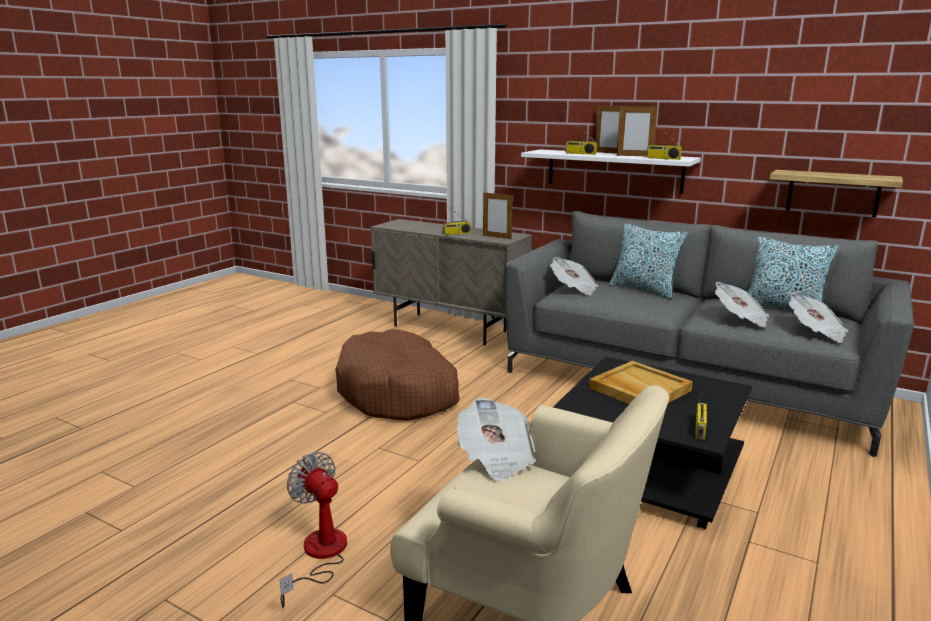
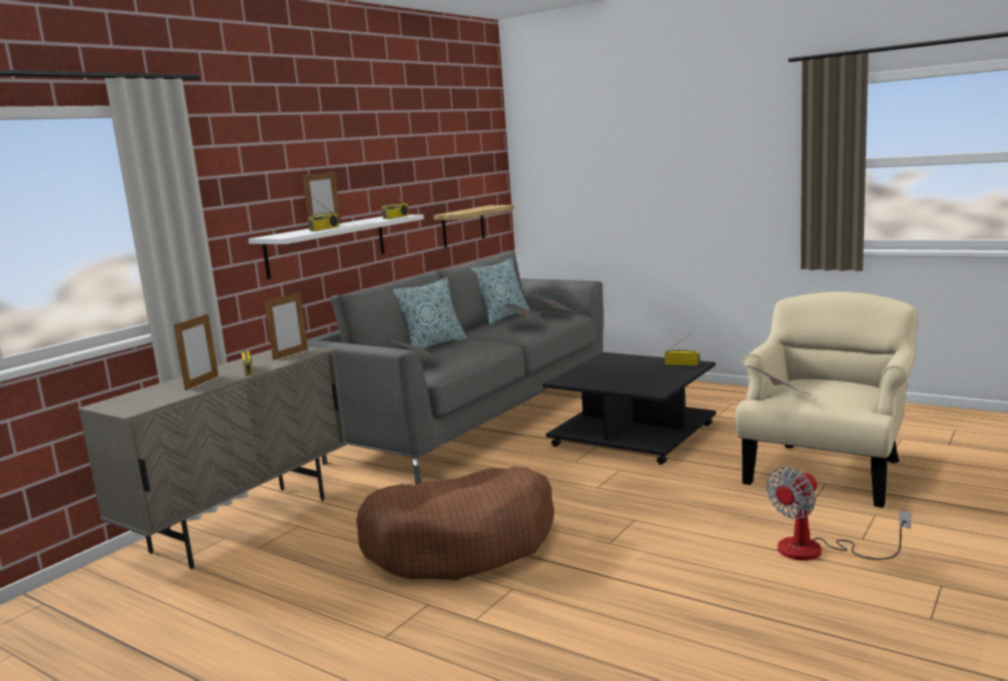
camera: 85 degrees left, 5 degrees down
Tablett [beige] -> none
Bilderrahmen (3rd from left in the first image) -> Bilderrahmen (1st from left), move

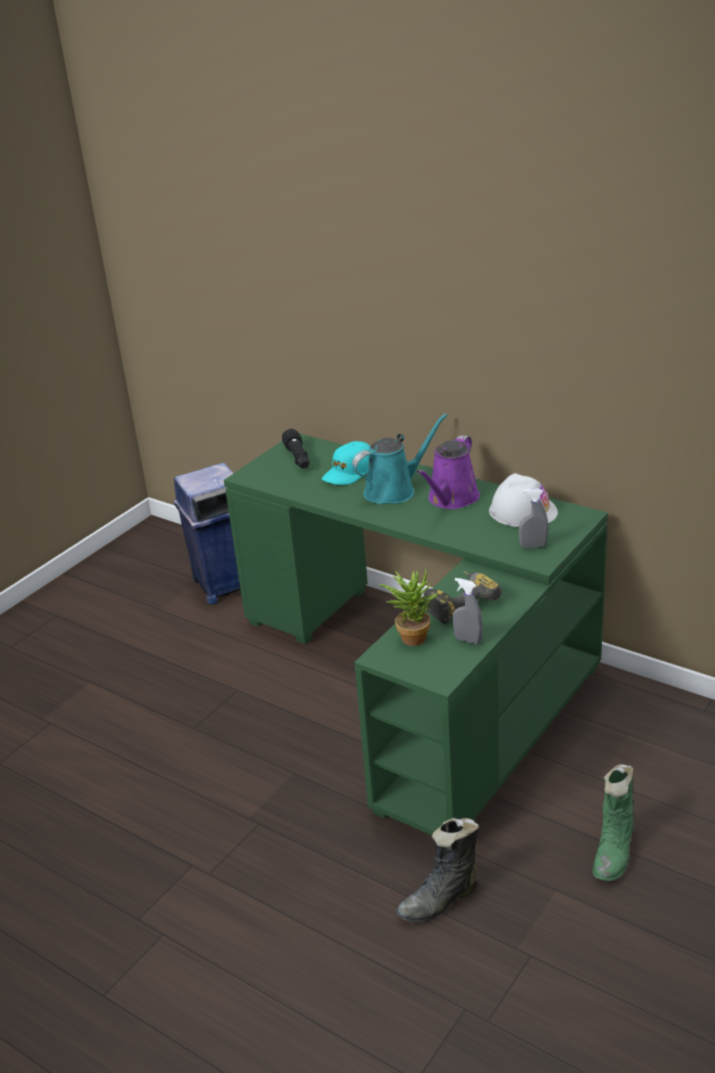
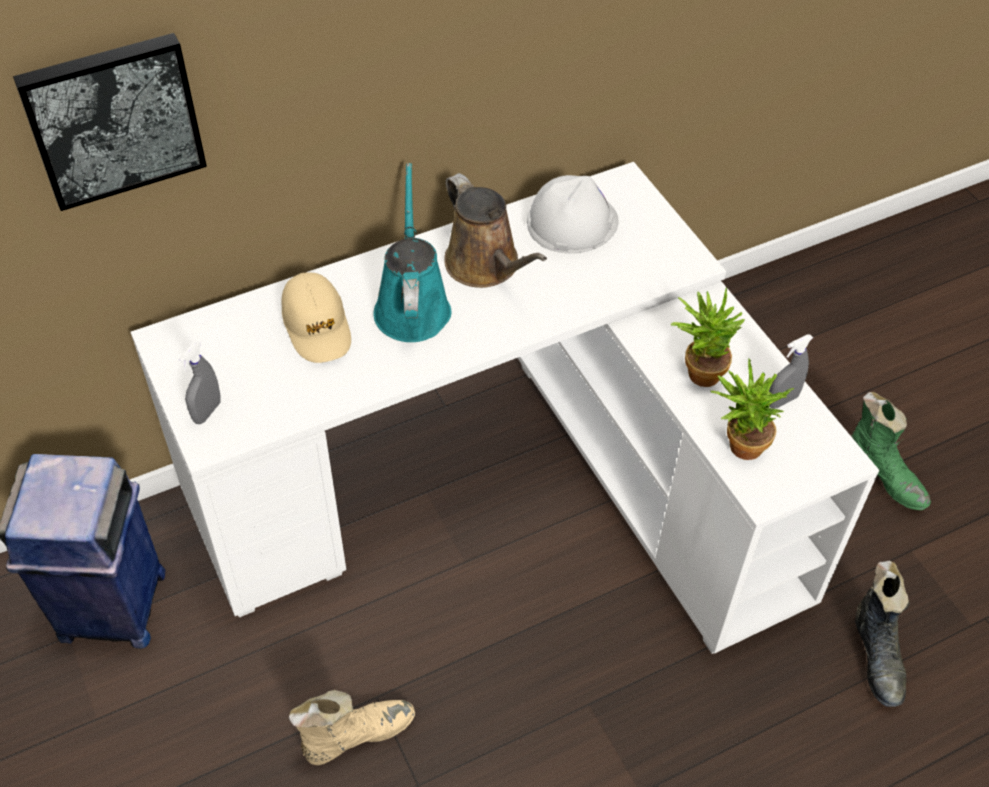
camera: 65 degrees left, 20 degrees up
Taschenlampe [schwarz] -> none
none -> Bild
none -> Stiefel [beige]
Sprühflasche [grau] (2nd from left in the first image) -> Sprühflasche [grau] (1st from left), move
Bohrmaschine -> Topfpflanze (1st from left)
Schreibtisch [grün] -> Schreibtisch [weiß]
Kappe [türkis] -> Kappe [beige]
Gießkanne [lila] -> Gießkanne [braun]

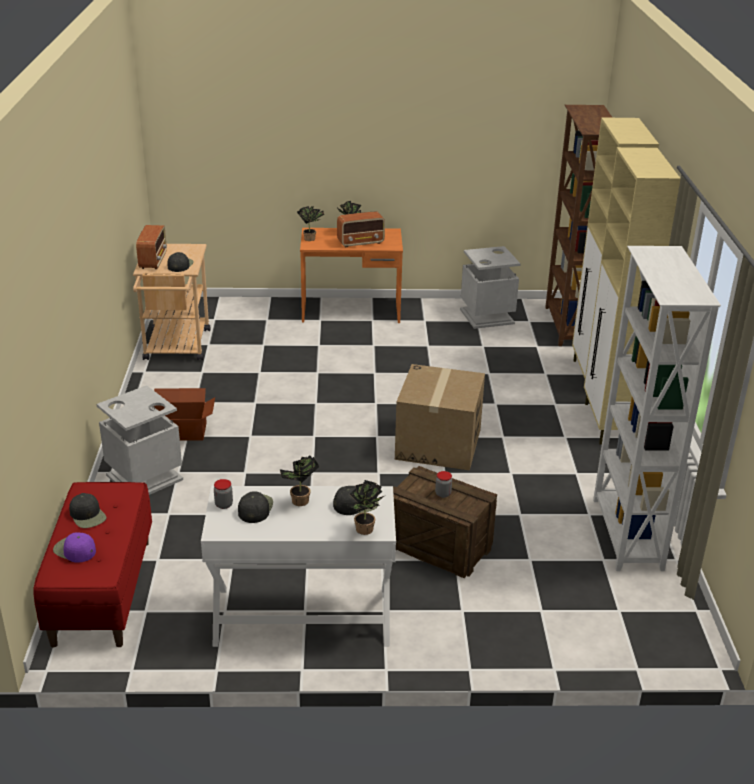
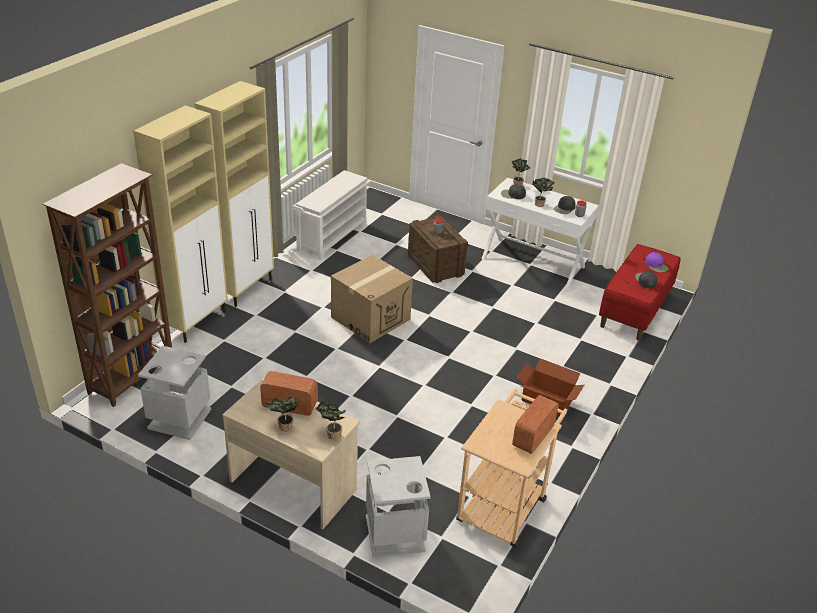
camera: 150 degrees left, 5 degrees up
Kappe [schwarz] (2nd from left) -> none
Mülleimer [grau] (1st from left in the first image) -> Mülleimer [grau] (2nd from left), move
Bücherregal [weiß] -> Schuhregal [weiß]
Schreibtisch [orange] -> Schreibtisch [beige]

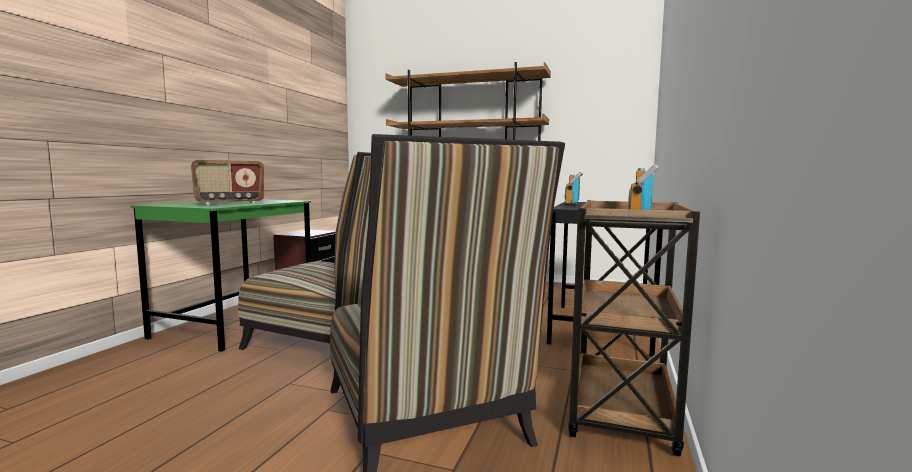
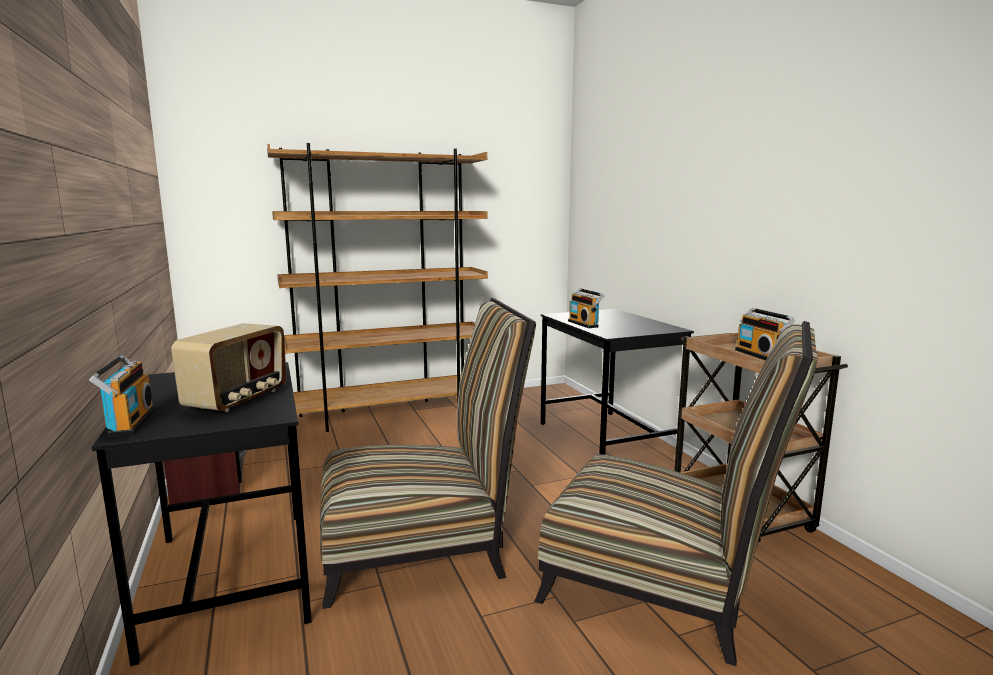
camera: 40 degrees left, 5 degrees up
none -> Radio (1st from left)
Schreibtisch [grün] -> Schreibtisch [schwarz] (1st from left)

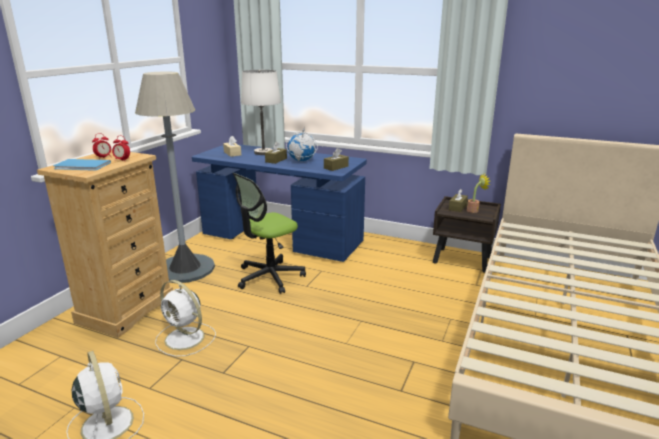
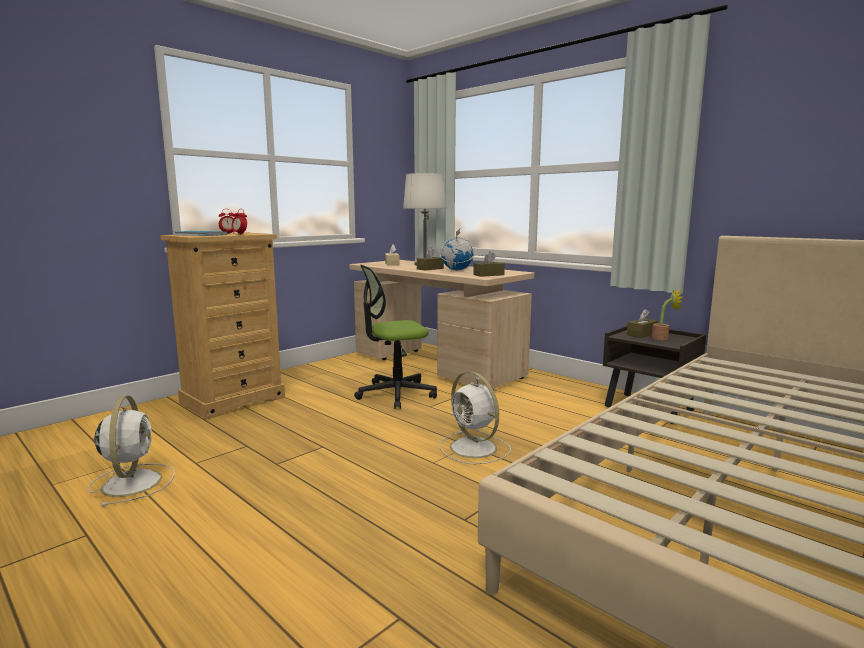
camera: 20 degrees right, 10 degrees down
Stehlampe [grau] -> none
Ventilator [weiß] (2nd from left), move
Schreibtisch [blau] -> Schreibtisch [beige]

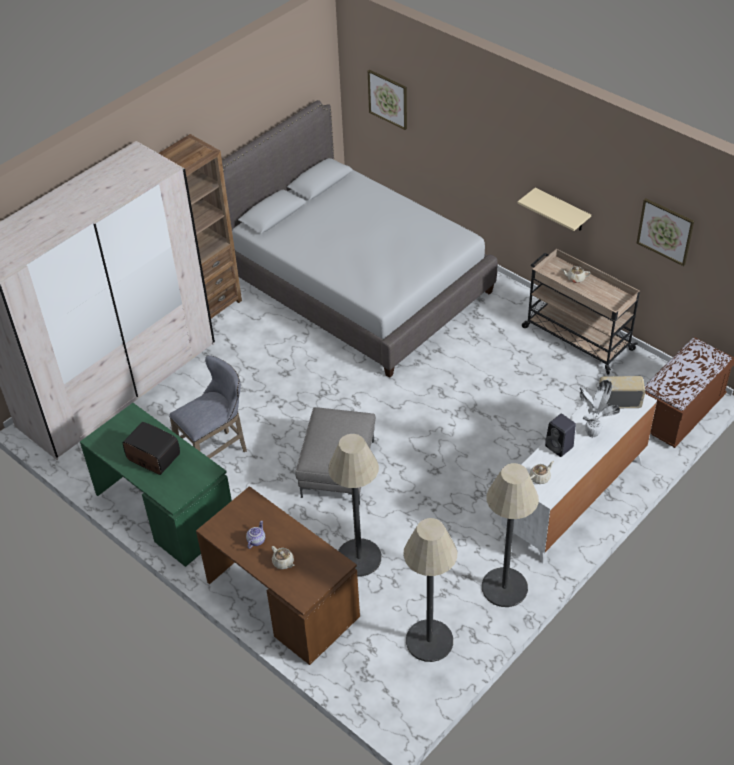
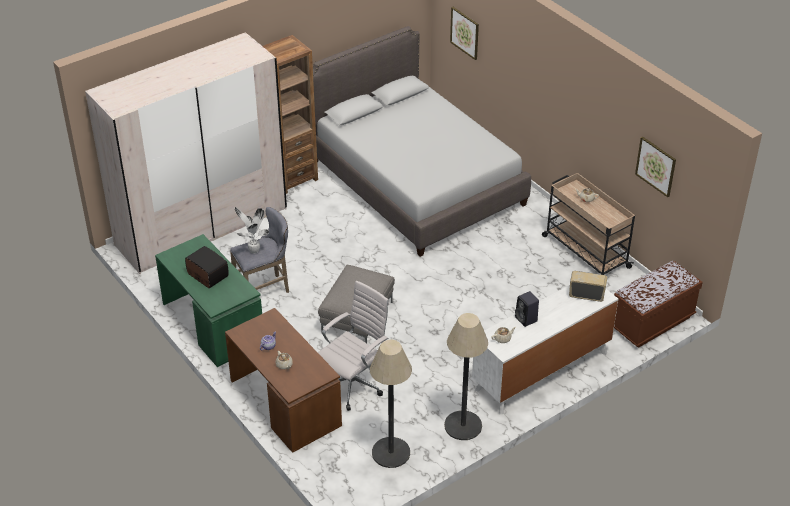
camera: 10 degrees right, 5 degrees down
Wandregal [beige] -> none
Topfpflanze, move
Stehlampe (1st from left) -> Bürostuhl [weiß]

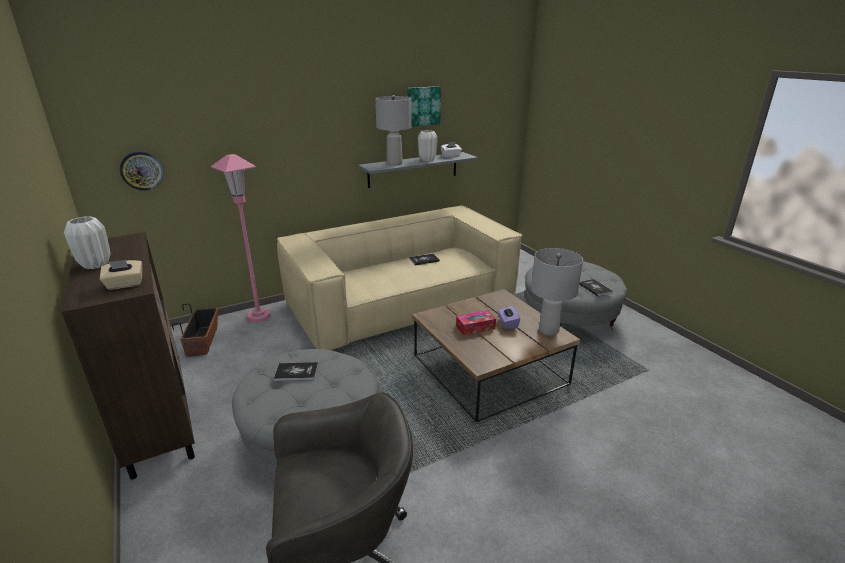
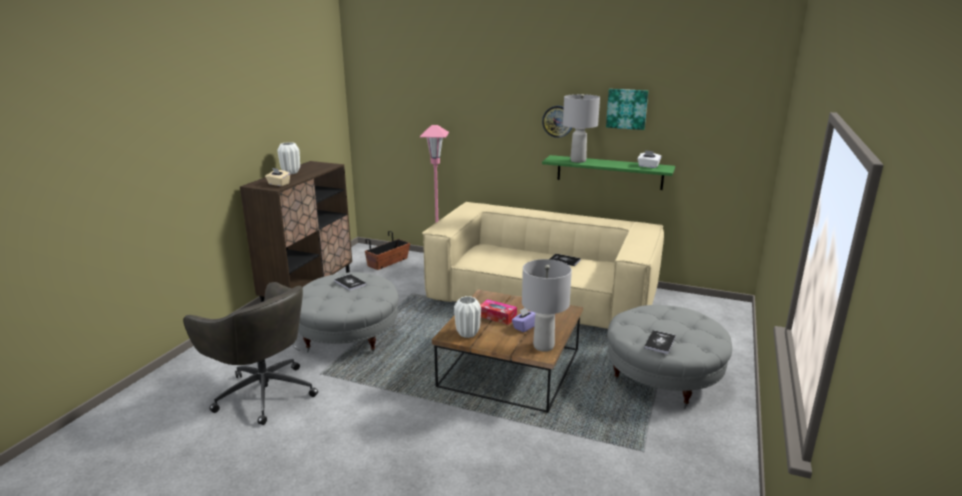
camera: 50 degrees right, 5 degrees down
Wanduhr, move
Vase [weiß] (2nd from left), move
Wandregal [grau] -> Wandregal [grün]

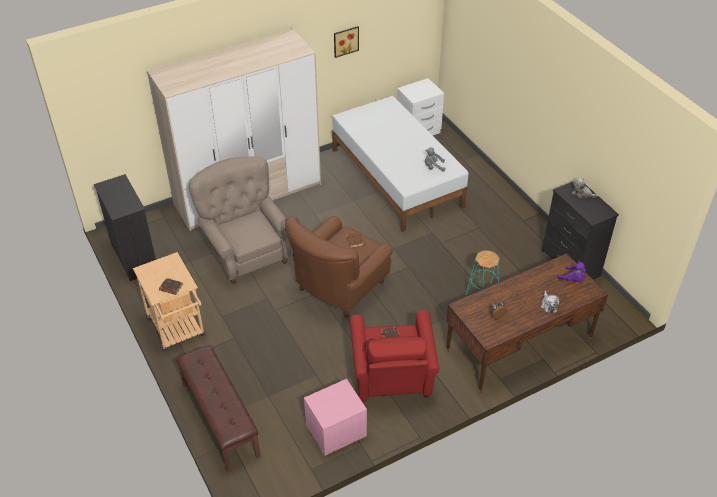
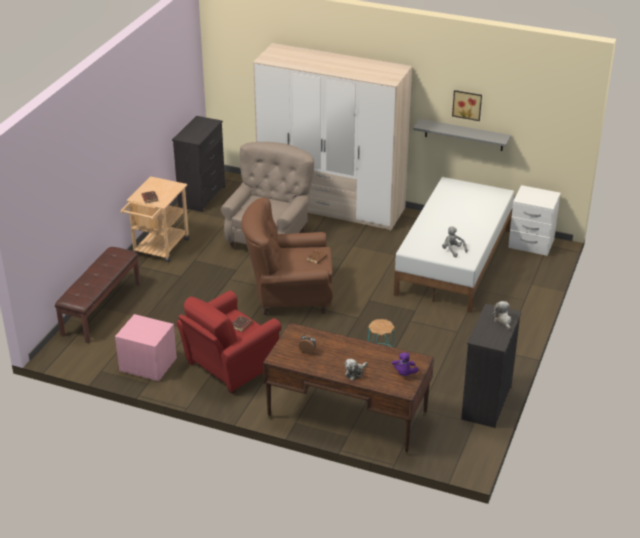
camera: 50 degrees right, 10 degrees down
none -> Wandregal [grau]

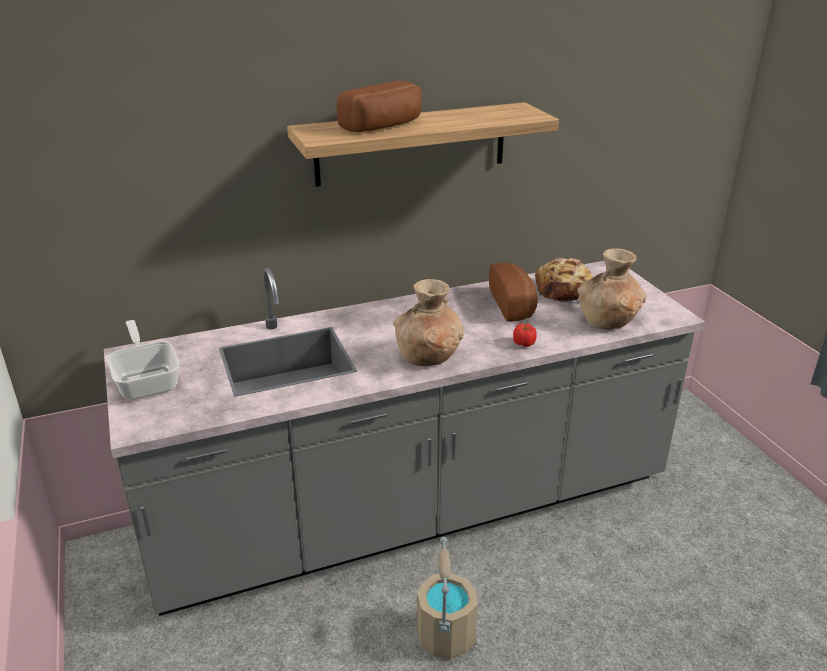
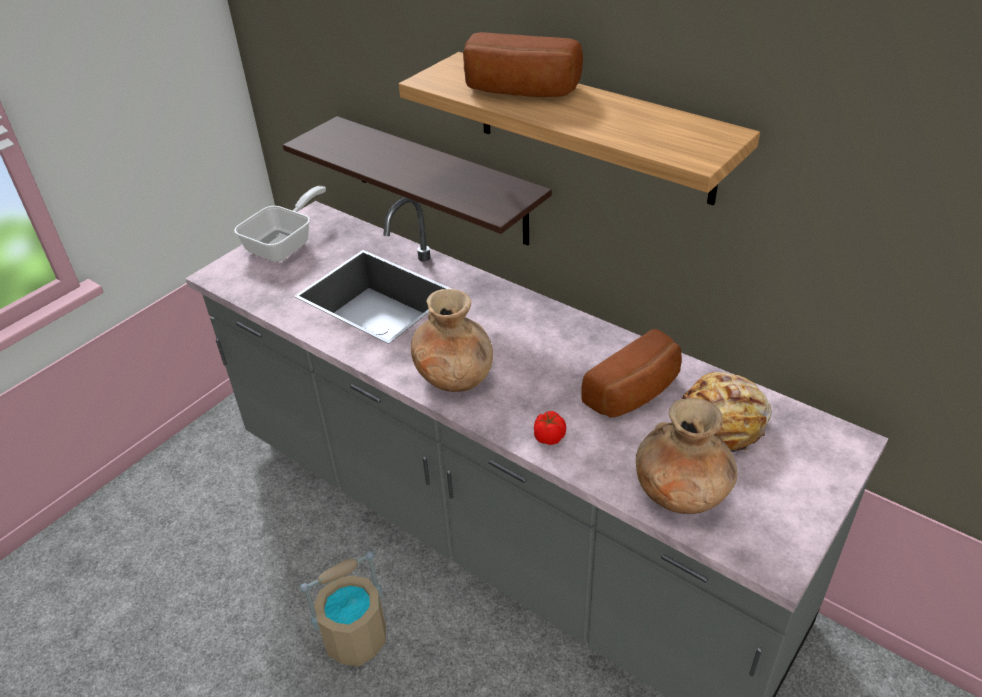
camera: 60 degrees right, 10 degrees up
none -> Wandregal (1st from left)

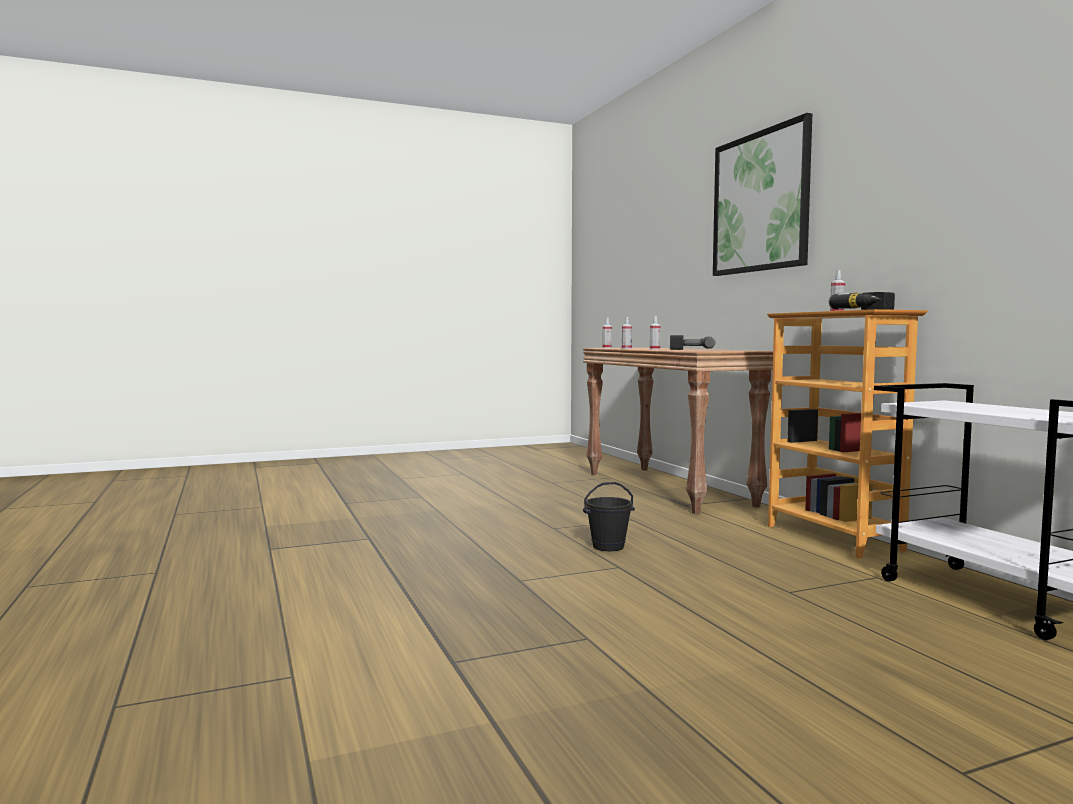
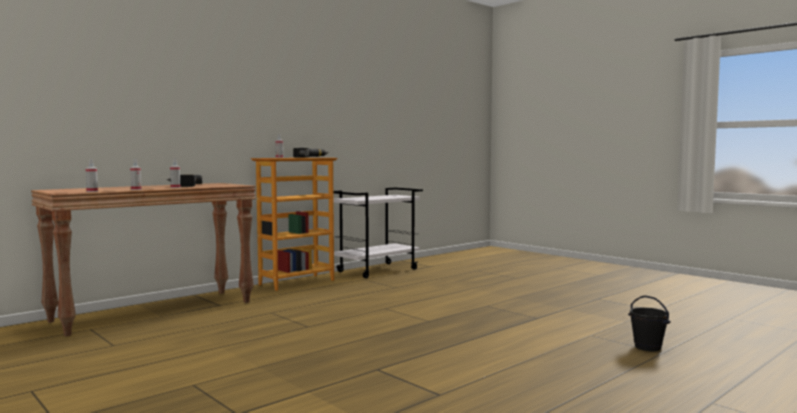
camera: 110 degrees left, 0 degrees up
Bild -> none
Eimer [schwarz], move

